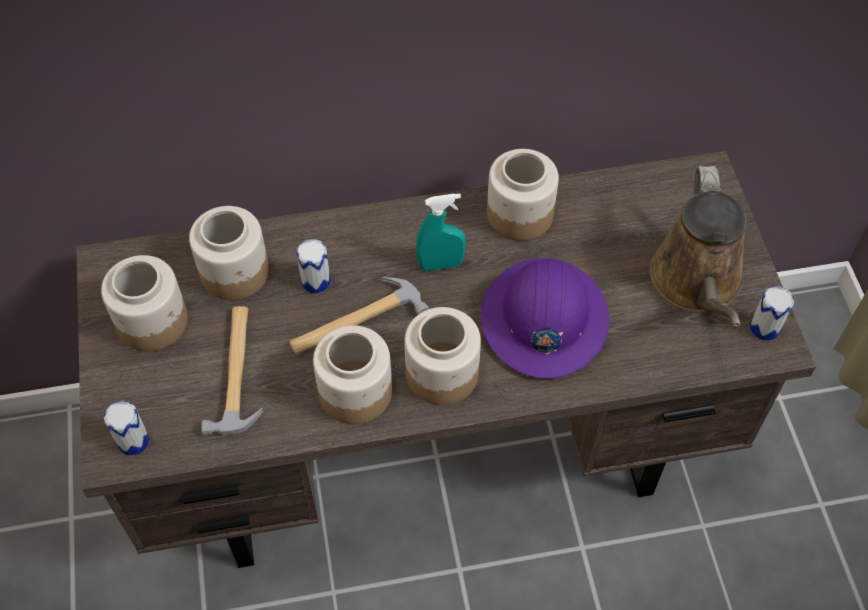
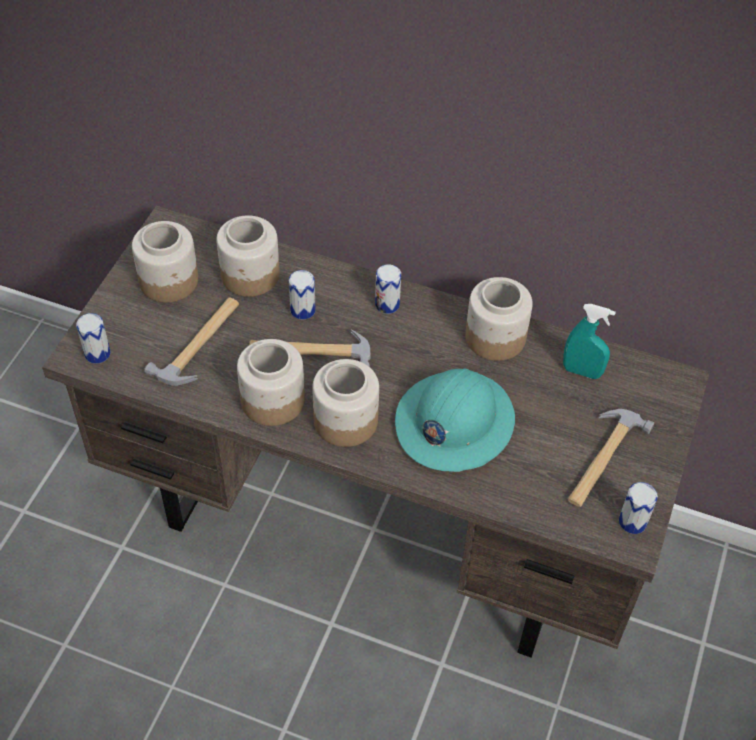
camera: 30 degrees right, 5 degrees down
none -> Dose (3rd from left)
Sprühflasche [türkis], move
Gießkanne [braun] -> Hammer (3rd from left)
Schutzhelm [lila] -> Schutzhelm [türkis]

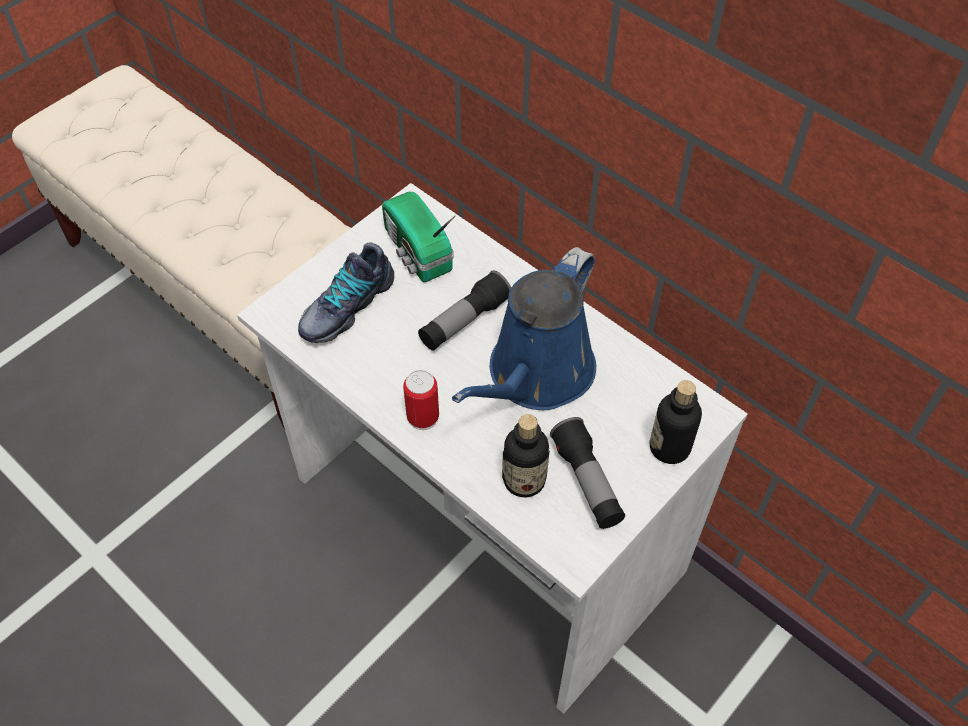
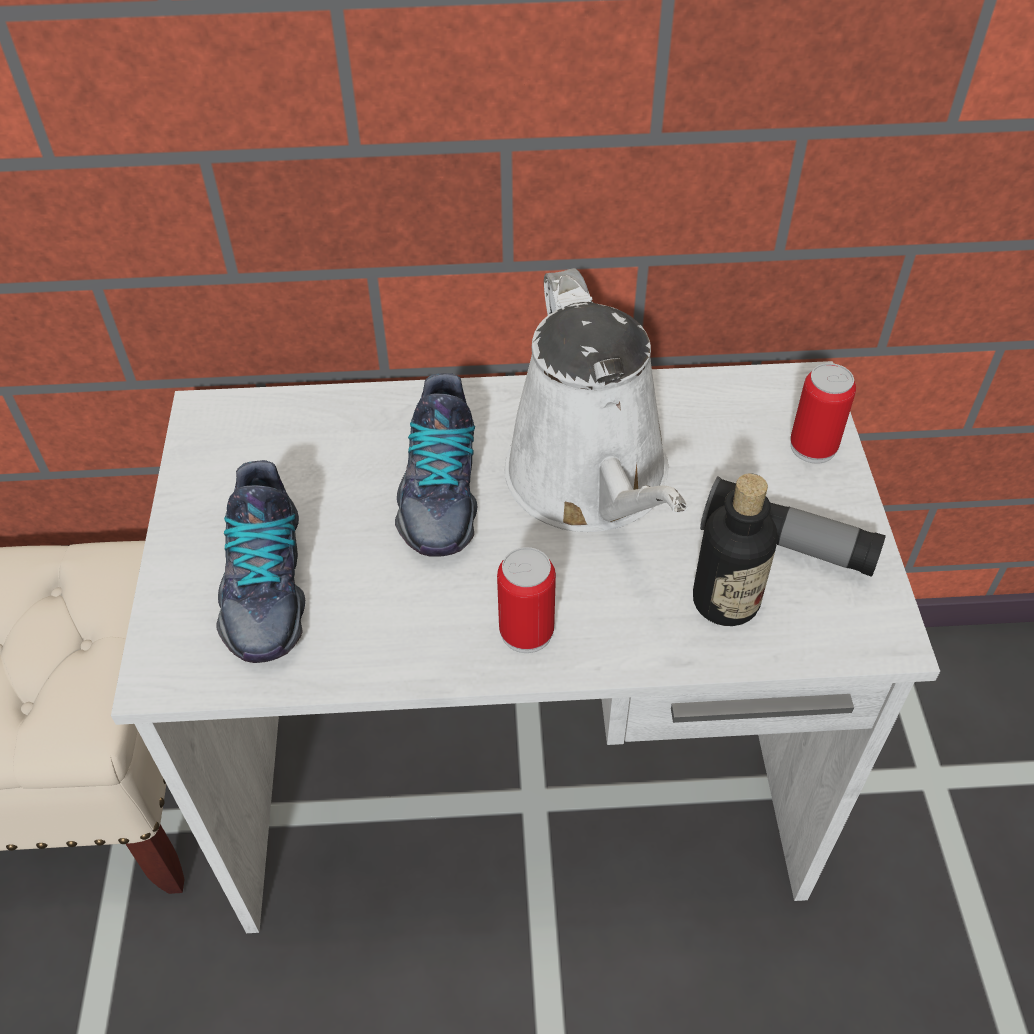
camera: 45 degrees left, 5 degrees down
Radio -> none
Taschenlampe (1st from left) -> Schuh (2nd from left)
Flasche (2nd from left) -> Dose (2nd from left)
Gießkanne [blau] -> Gießkanne [weiß]

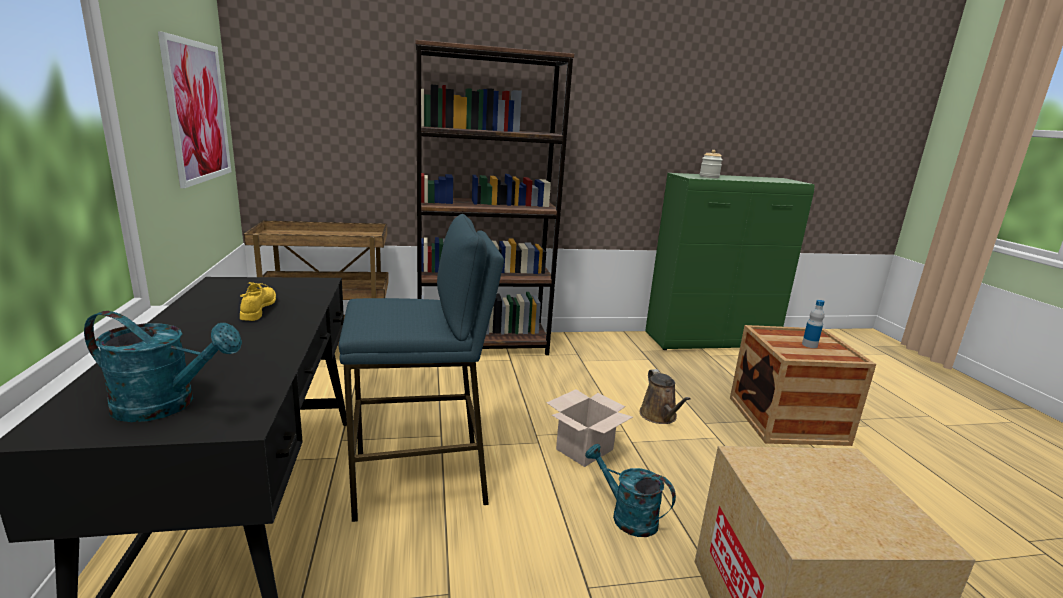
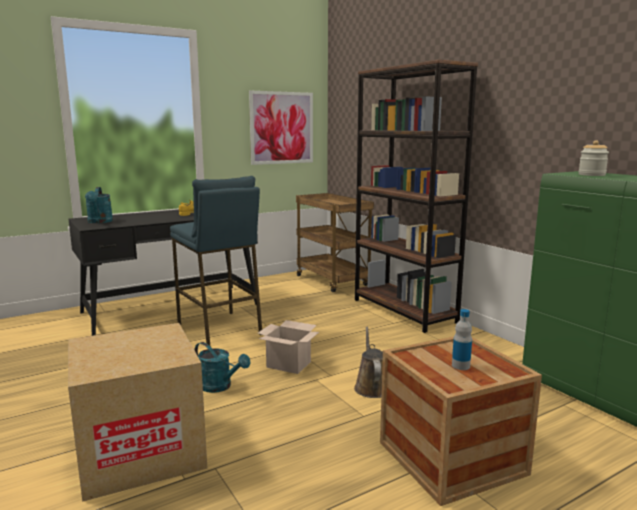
camera: 70 degrees right, 5 degrees down
Gießkanne [türkis] (2nd from left), 105 degrees clockwise
Gießkanne [braun], 120 degrees clockwise

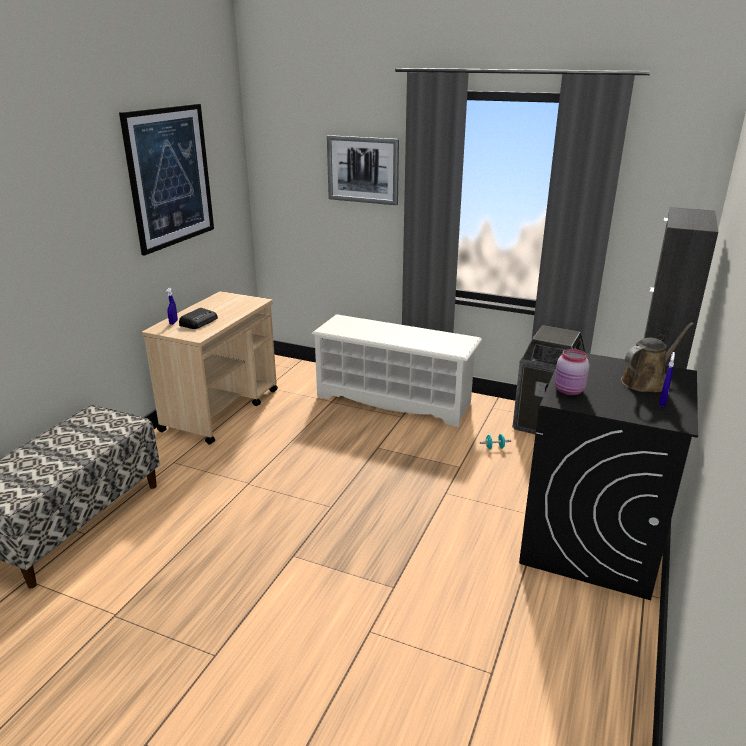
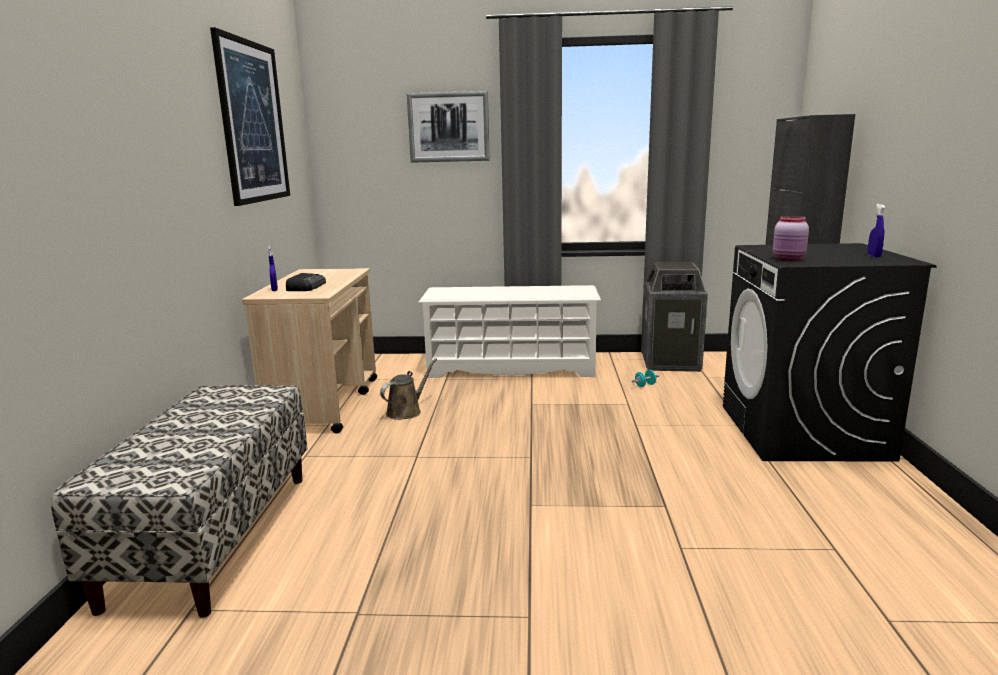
camera: 20 degrees left, 10 degrees down
Gießkanne [braun], move

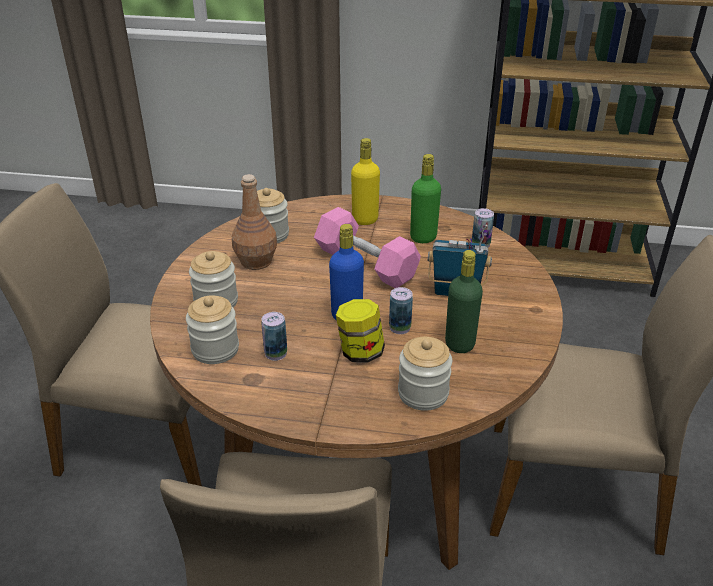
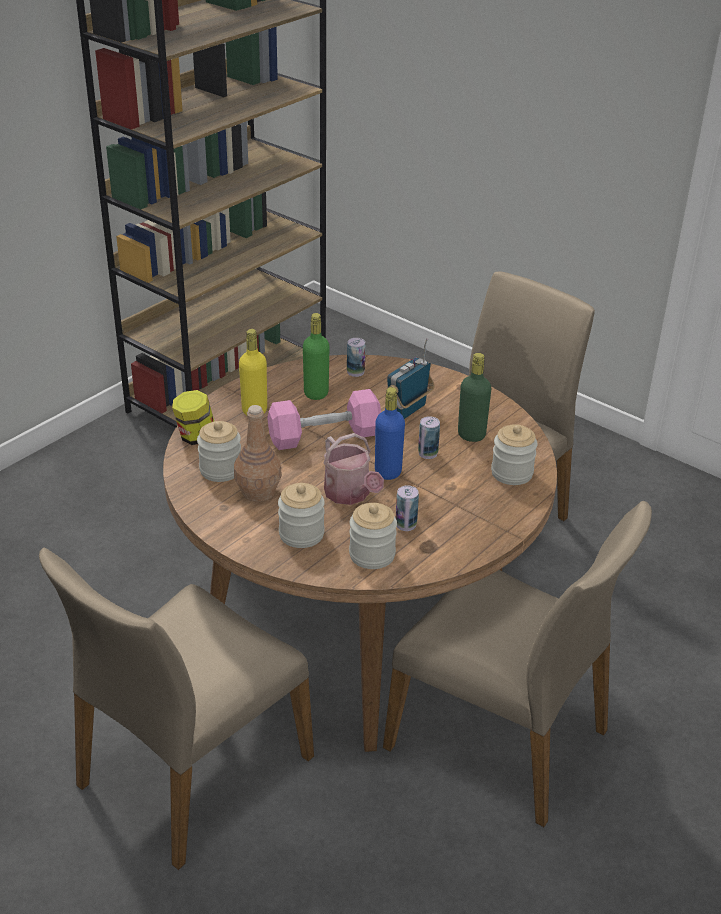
camera: 60 degrees left, 0 degrees up
none -> Gießkanne
Vorratsglas (4th from left in the first image) -> Vorratsglas (1st from left), move

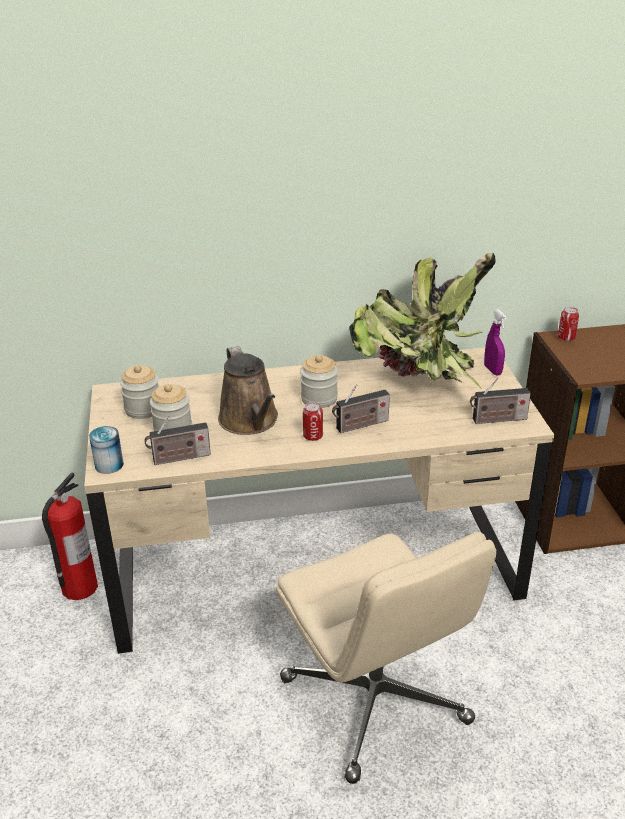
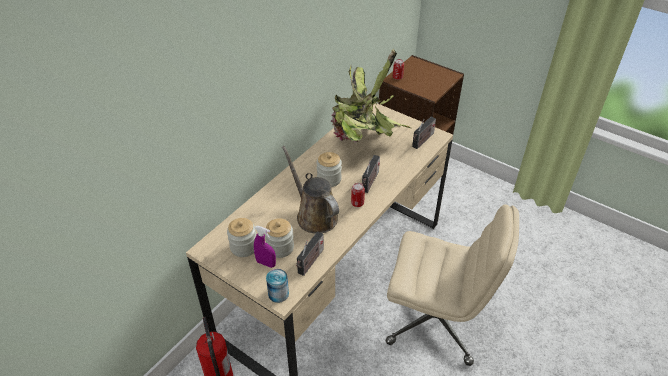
camera: 45 degrees left, 10 degrees up
Sprühflasche [lila], move
Gießkanne [braun], 150 degrees counterclockwise

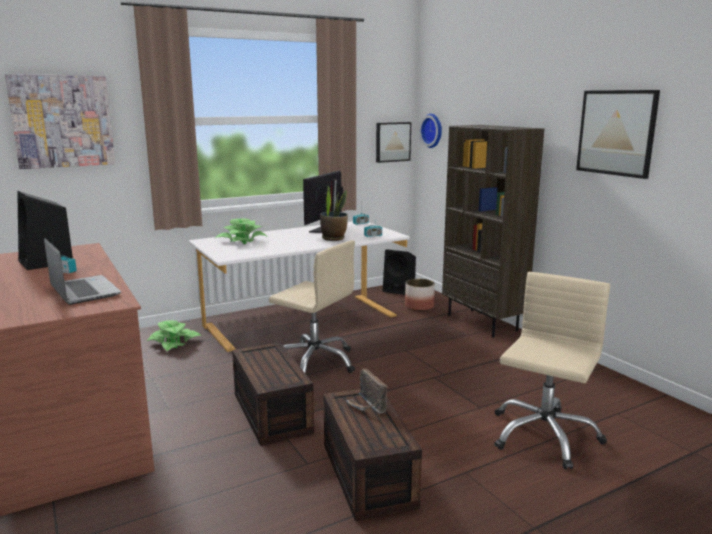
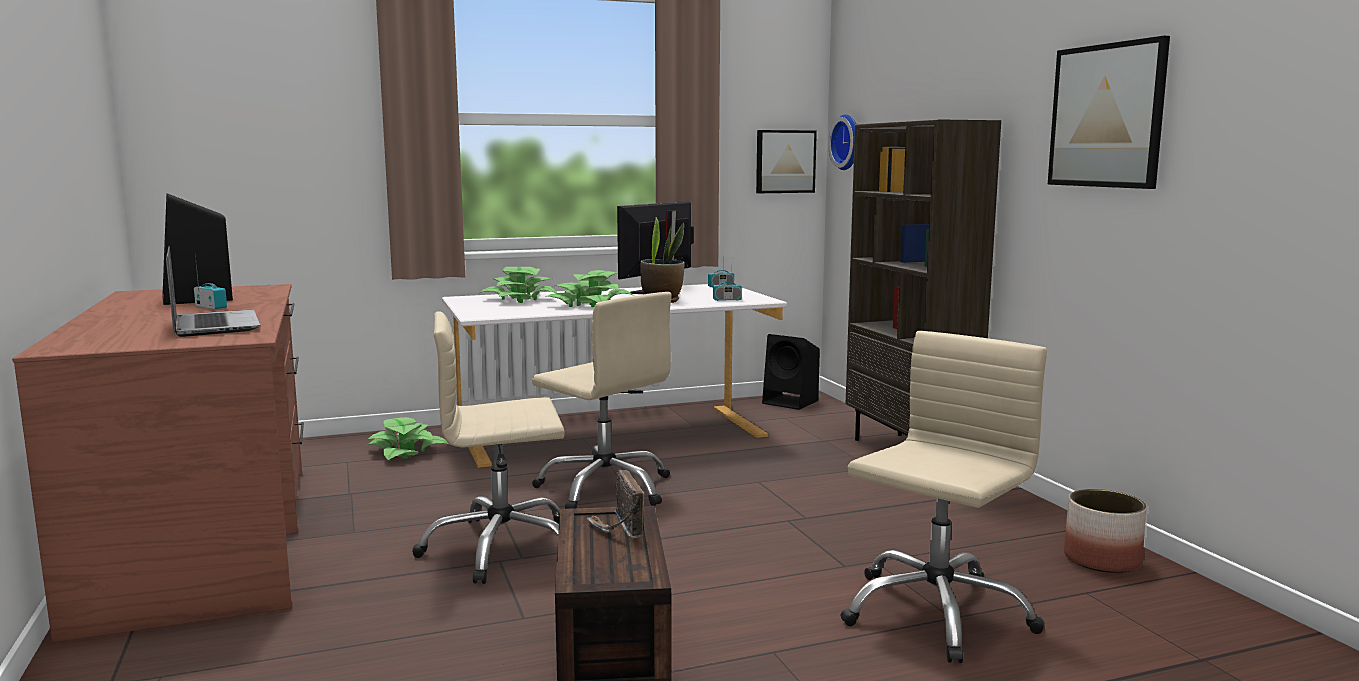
camera: 10 degrees right, 5 degrees down
Bild (1st from left) -> none
none -> Topfpflanze (3rd from left)
Pflanzkübel, move
Aufbewahrungsbox [braun] (1st from left) -> Bürostuhl [beige] (1st from left)

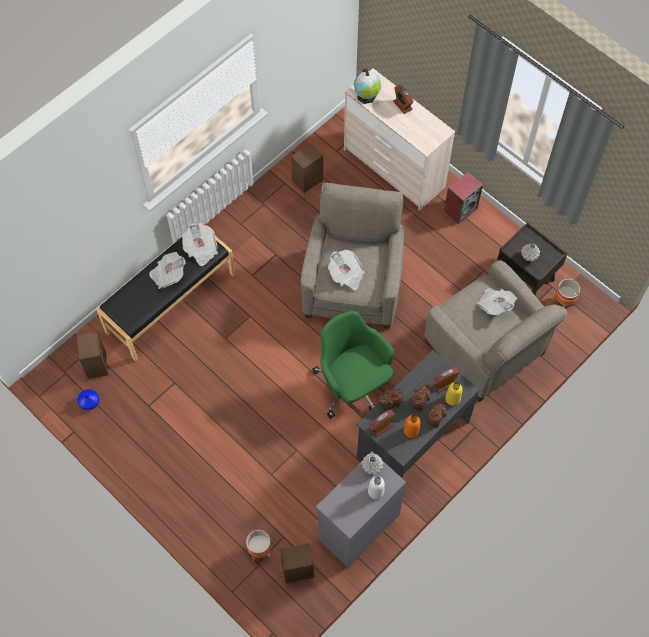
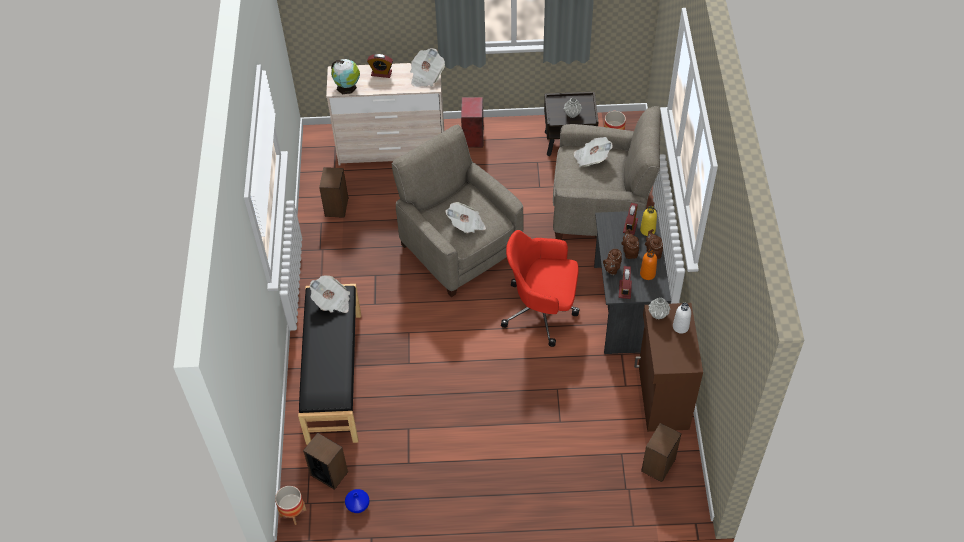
camera: 45 degrees left, 10 degrees down
Zeitung (1st from left in the first image) -> Zeitung (2nd from left), move
Pflanzkübel (1st from left), move
Bürostuhl [grün] -> Bürostuhl [rot]
Schrank [grau] -> Schrank [braun]

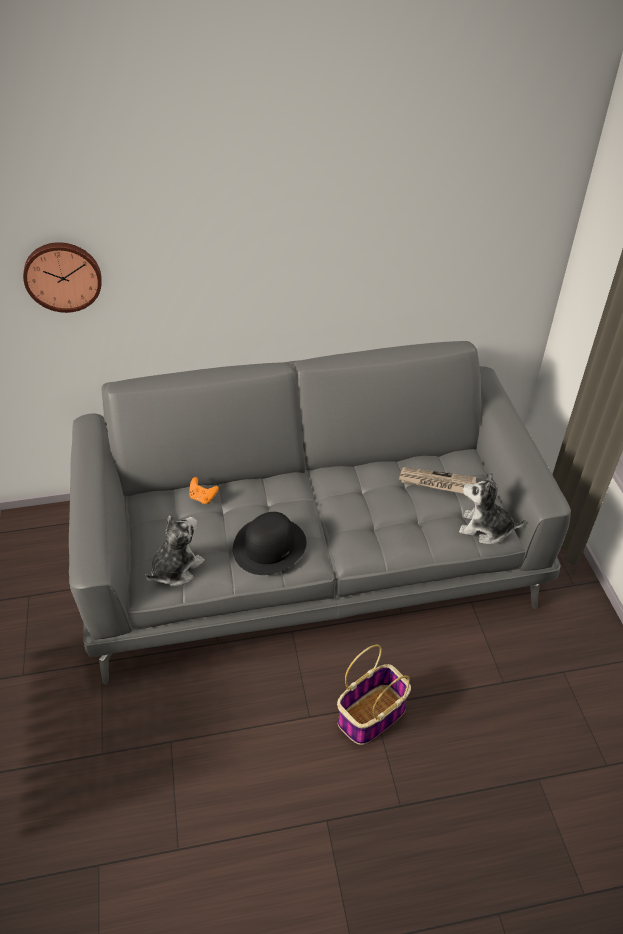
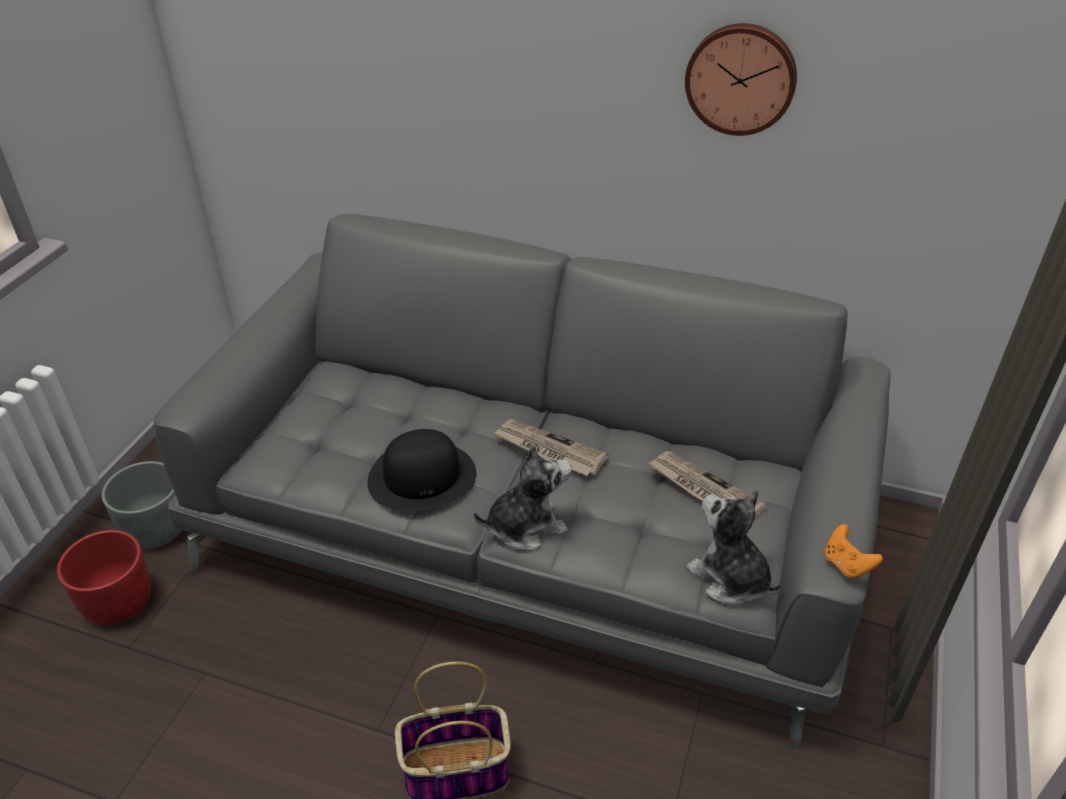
camera: 30 degrees right, 5 degrees down
none -> Pflanzkübel [rot]
none -> Pflanzkübel [grau]
none -> Zeitung (1st from left)
Wanduhr, move
Plüschtier (1st from left), move
Gamepad [orange], move

